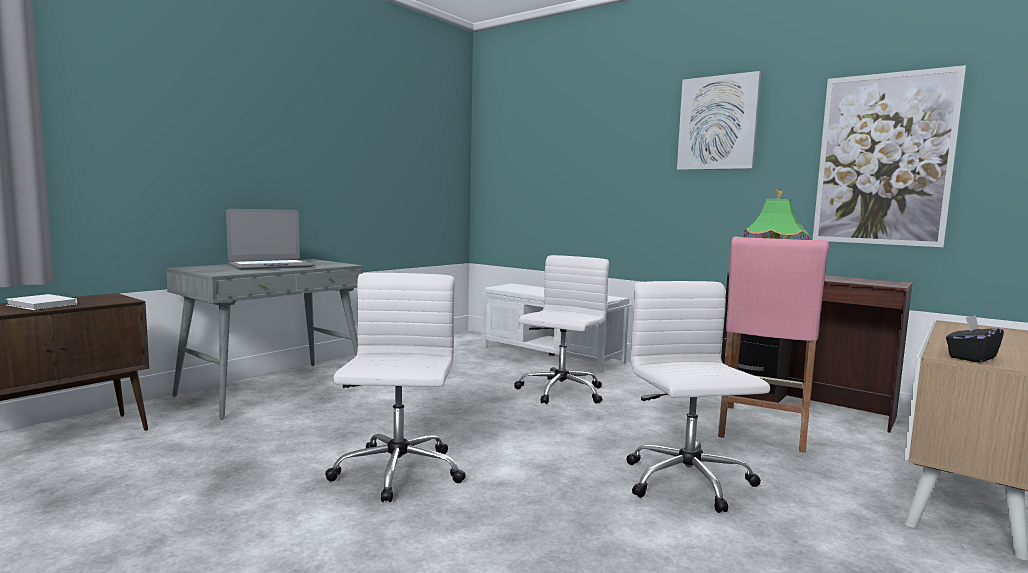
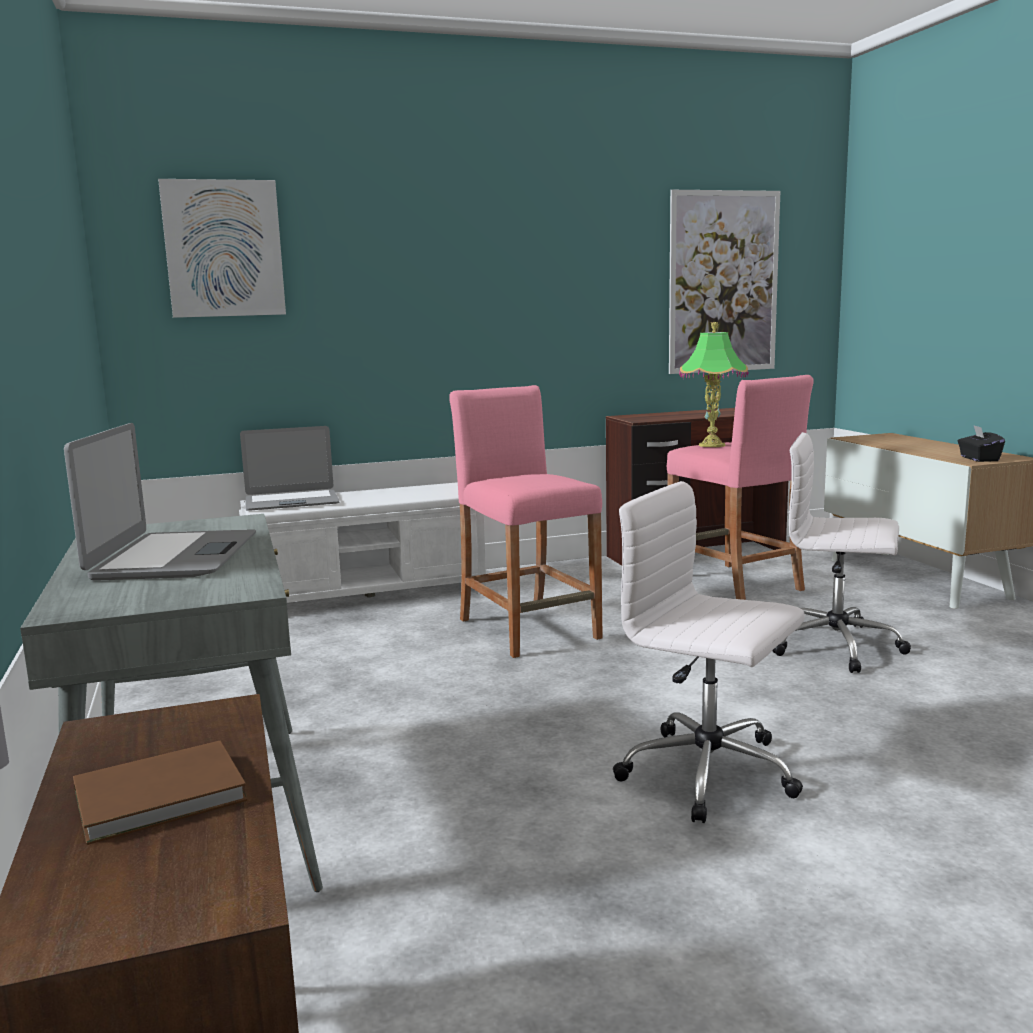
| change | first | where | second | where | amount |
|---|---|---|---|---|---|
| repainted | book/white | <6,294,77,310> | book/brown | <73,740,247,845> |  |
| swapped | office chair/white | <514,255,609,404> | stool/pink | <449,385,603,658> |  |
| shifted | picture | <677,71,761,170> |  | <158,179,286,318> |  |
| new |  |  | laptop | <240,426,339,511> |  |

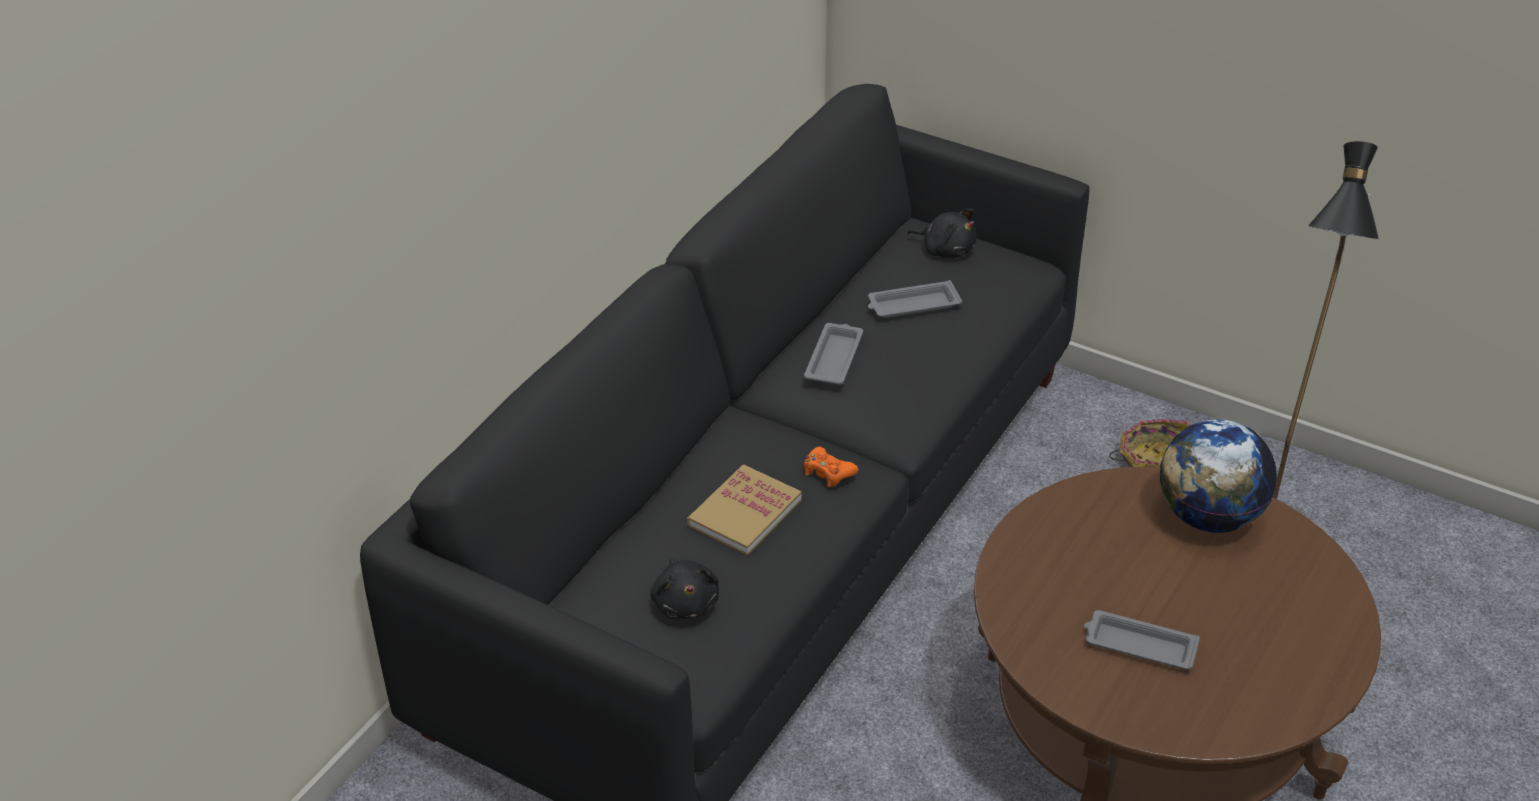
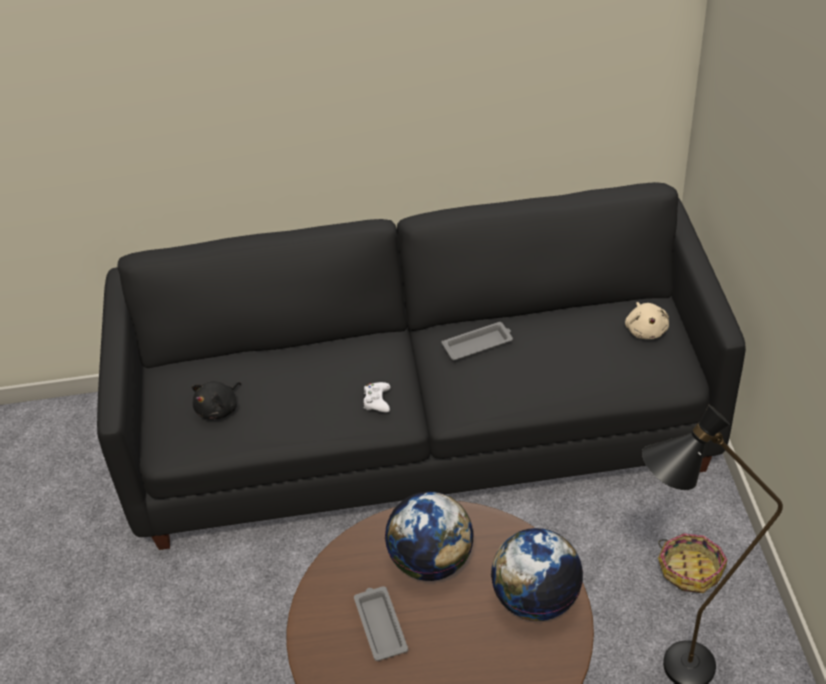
| change | first | where | second | where | amount |
|---|---|---|---|---|---|
| gone | book | <687,465,802,556> |  |  |  |
| repainted | game controller/orange | <804,447,858,487> | game controller/white | <363,382,390,412> |  |
| gone | tray/grey | <868,280,962,318> |  |  |  |
| repainted | plush toy/black | <907,209,977,258> | plush toy/beige | <625,302,669,339> |  |
| new |  |  | globe | <385,492,474,581> |  |

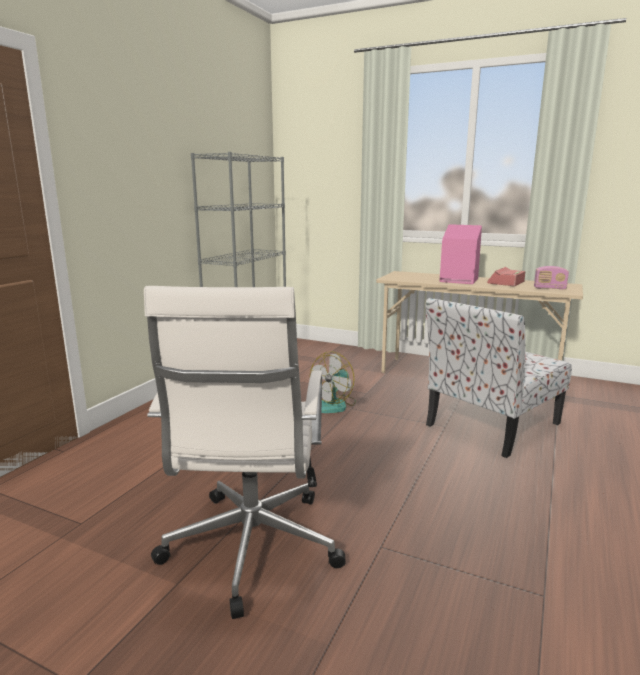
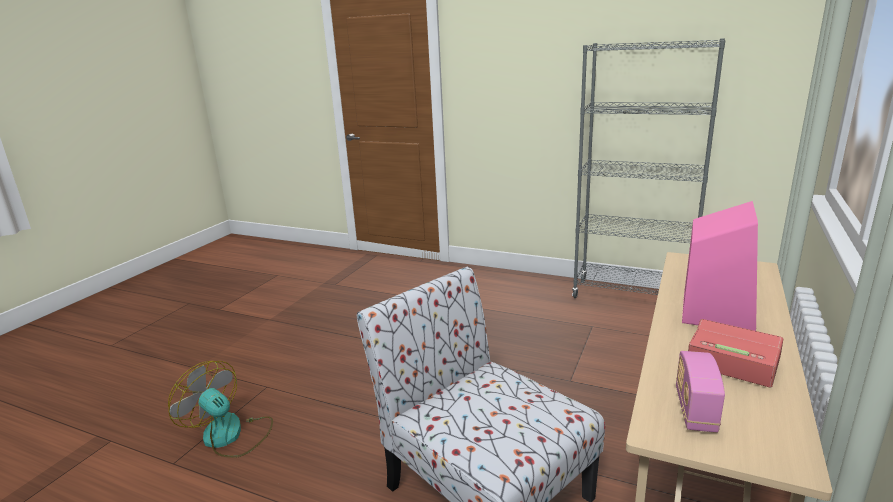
| change | first | where | second | where | amount |
|---|---|---|---|---|---|
| gone | office chair/white | <144,286,345,619> |  |  |  |
| shifted | fan | <310,352,356,413> |  | <168,361,273,458> |  |

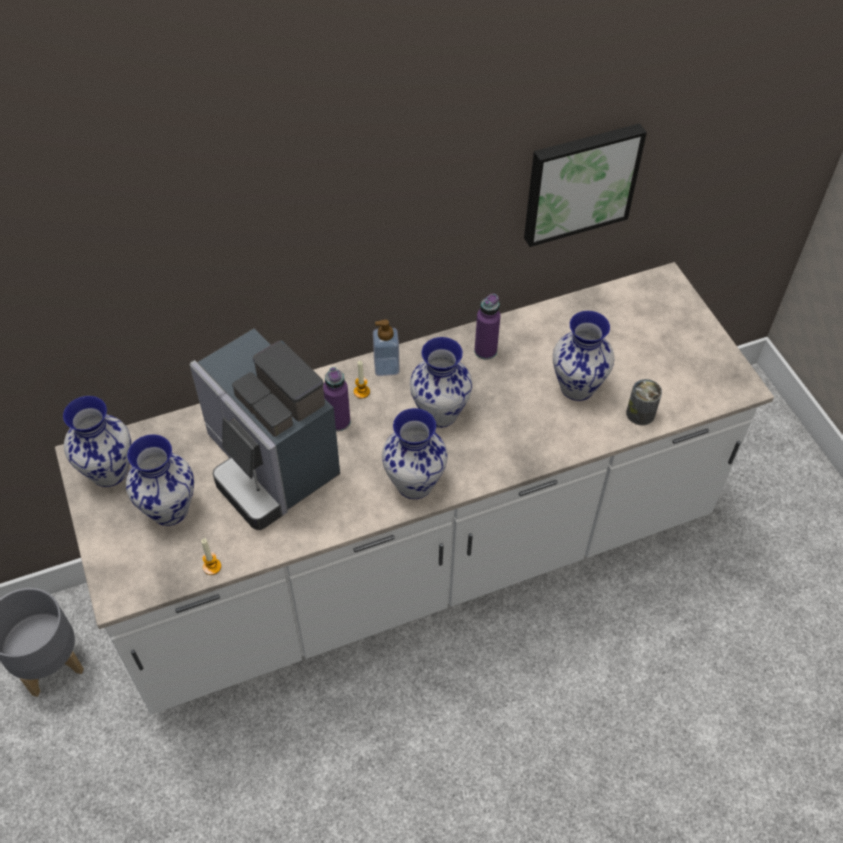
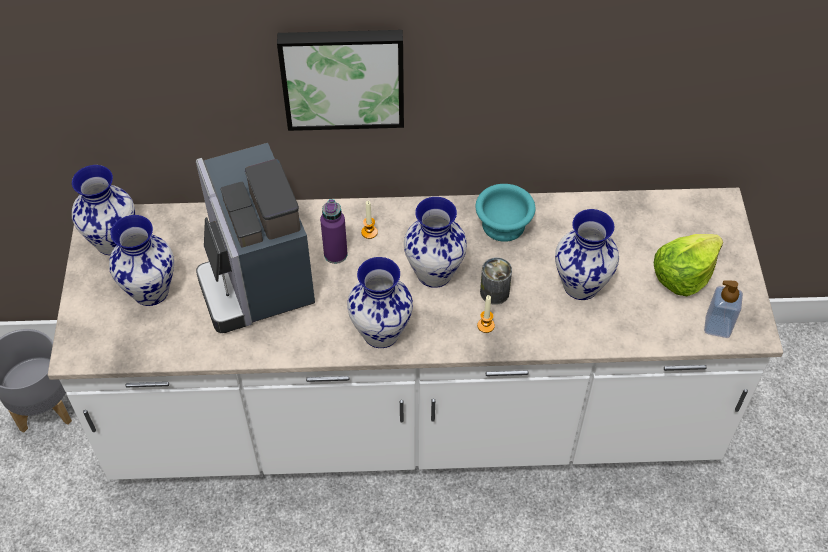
| change | first | where | second | where | amount |
|---|---|---|---|---|---|
| shifted | candle | <201,538,221,575> |  | <477,295,495,333> |  |
| shifted | soap dispenser | <373,319,399,376> |  | <704,280,743,338> |  |
| swapped | bottle/purple | <474,293,501,360> | bowl/turquoise | <476,184,535,242> |  |
| shifted | picture | <524,123,647,247> |  | <277,30,404,131> |  |
| shifted | can | <626,379,662,426> |  | <480,257,512,305> |  |
| new |  |  | lettuce | <654,234,723,296> |  |

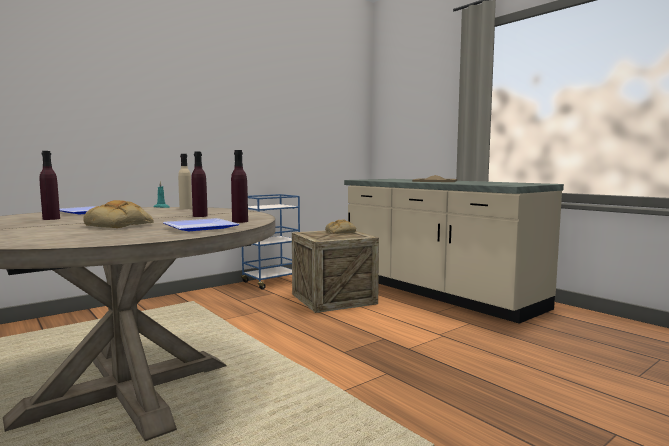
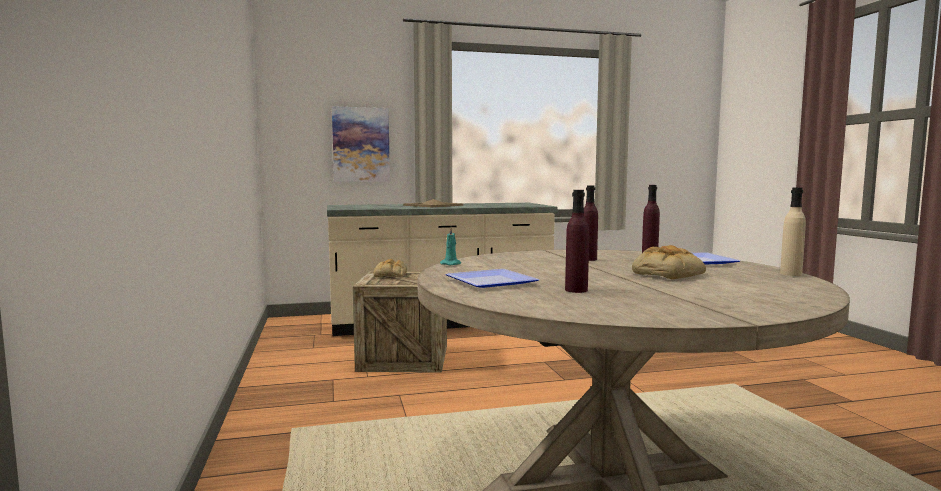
| change | first | where | second | where | amount |
|---|---|---|---|---|---|
| shifted | bottle/beige | <178,154,192,209> |  | <780,187,806,276> |  |
| gone | cart/blue | <241,194,300,290> |  |  |  |
| new |  |  | picture | <332,106,390,182> |  |

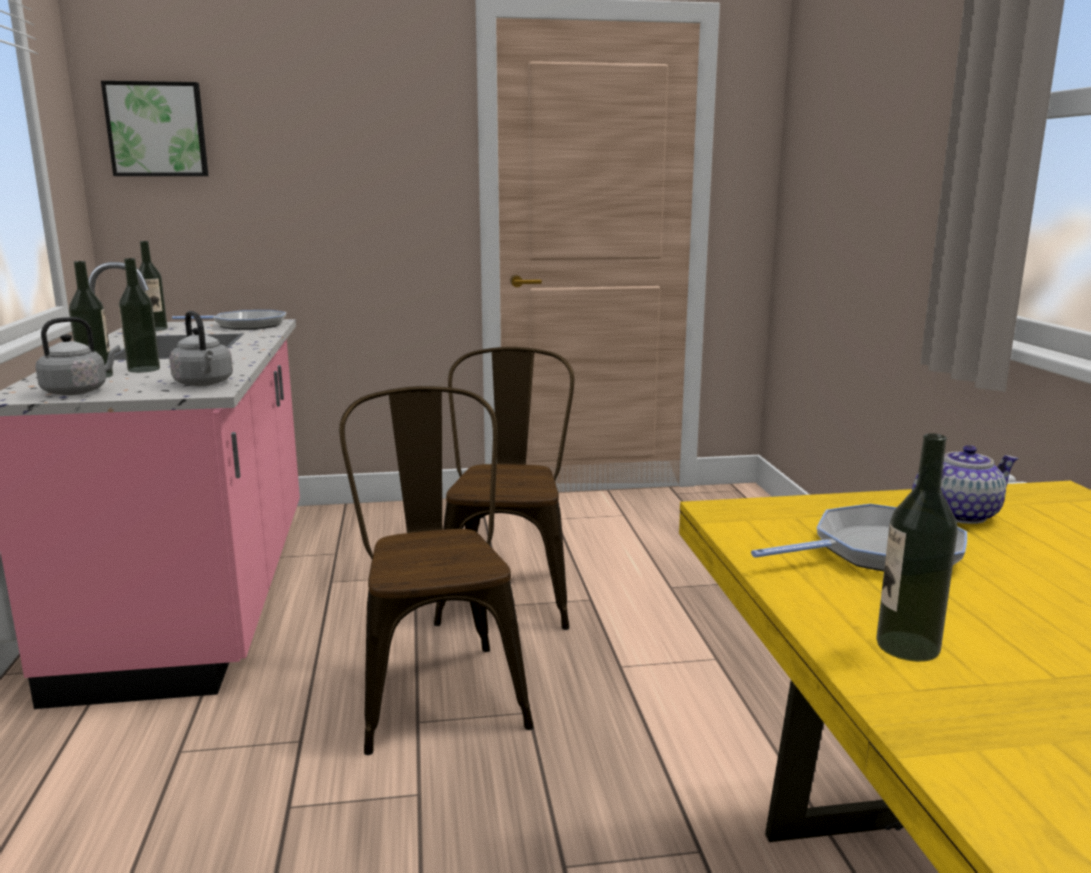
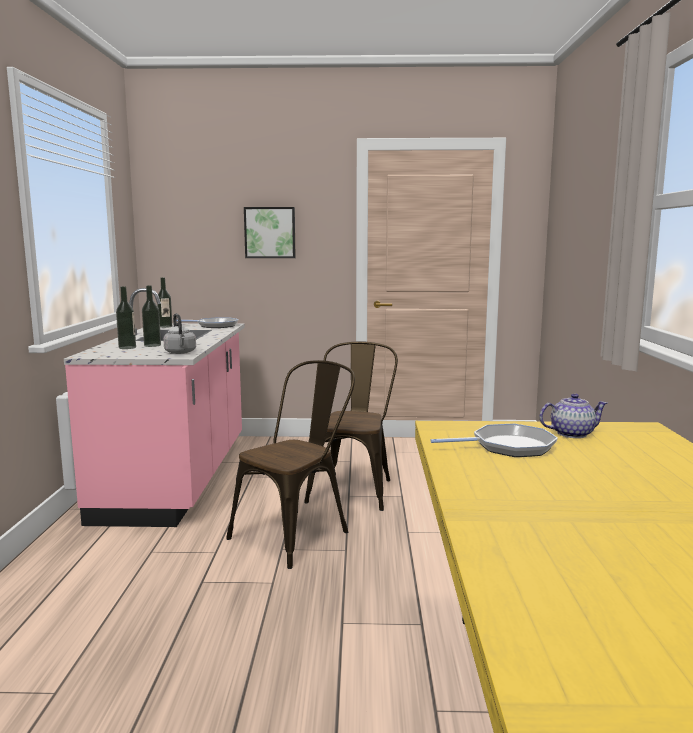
| change | first | where | second | where | amount |
|---|---|---|---|---|---|
| gone | kettle/grey | <35,317,121,395> |  |  |  |
| shifted | picture | <101,81,208,176> |  | <244,207,296,258> |  |
| rotated | chair/brown | <339,386,534,755> |  | <227,360,355,569> | 45 degrees clockwise |
| gone | bottle | <876,433,958,662> |  |  |  |

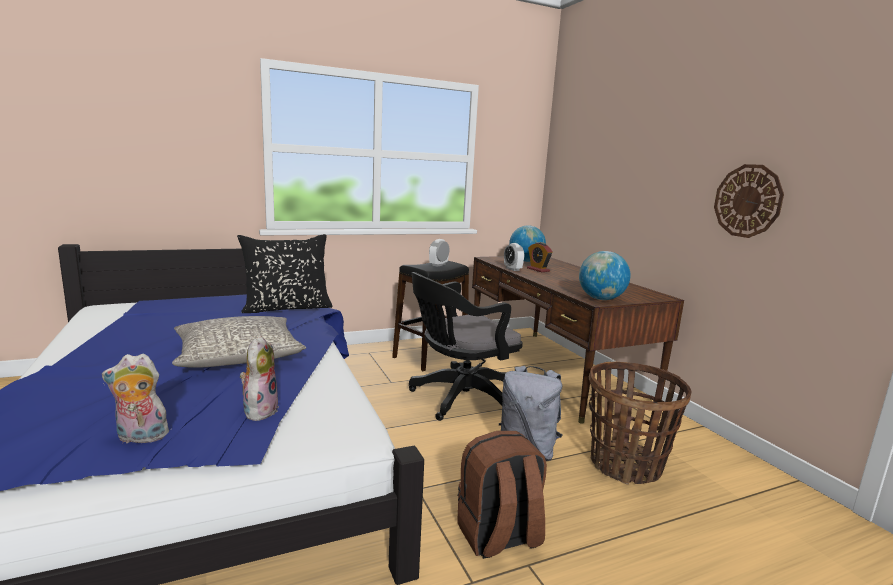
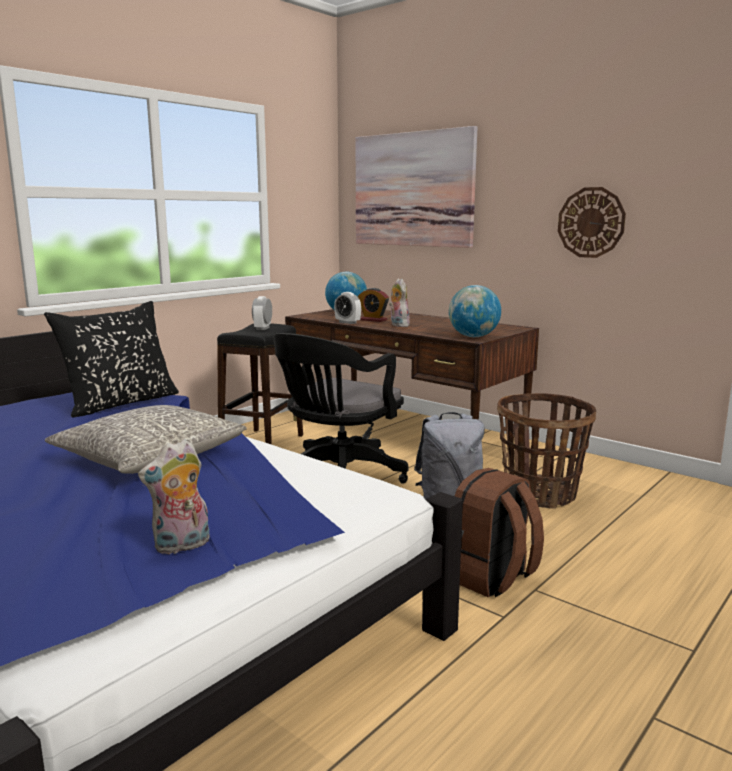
| change | first | where | second | where | amount |
|---|---|---|---|---|---|
| shifted | plush toy | <240,335,279,421> |  | <389,278,410,327> |  |
| new |  |  | picture | <356,126,477,248> |  |

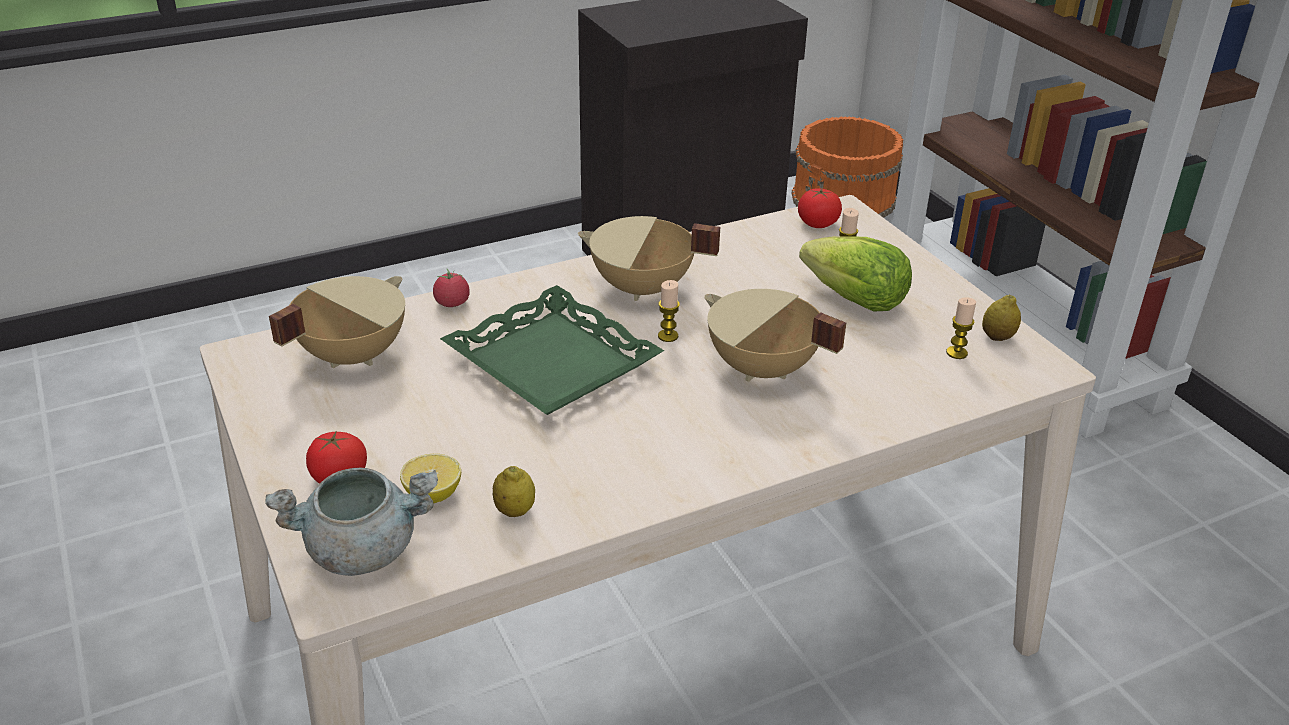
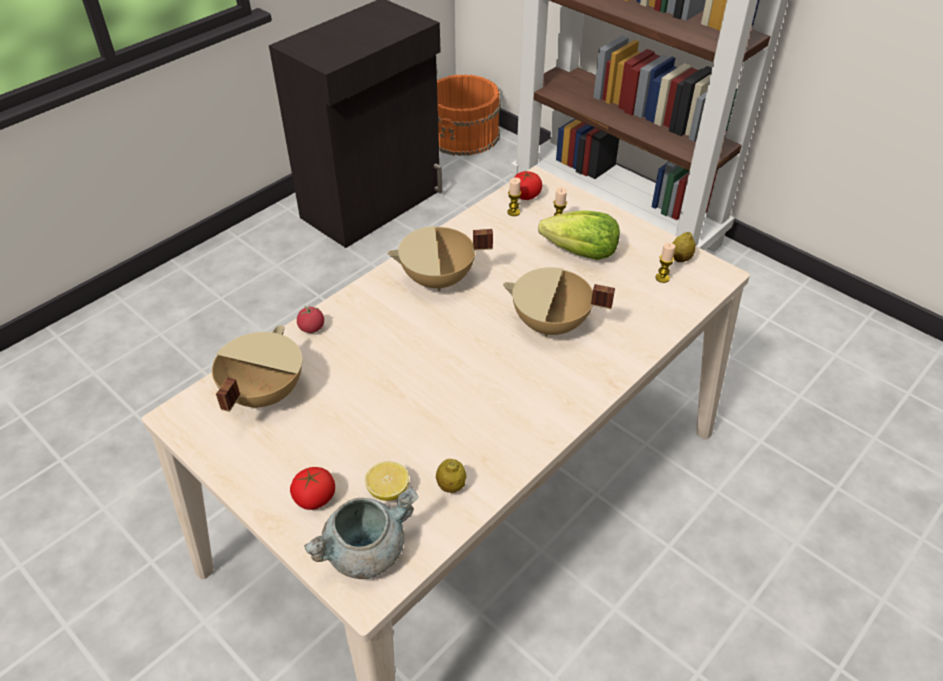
| change | first | where | second | where | amount |
|---|---|---|---|---|---|
| gone | tray/green | <440,285,664,415> |  |  |  |
| shifted | candle | <658,280,680,342> |  | <507,178,521,216> |  |

